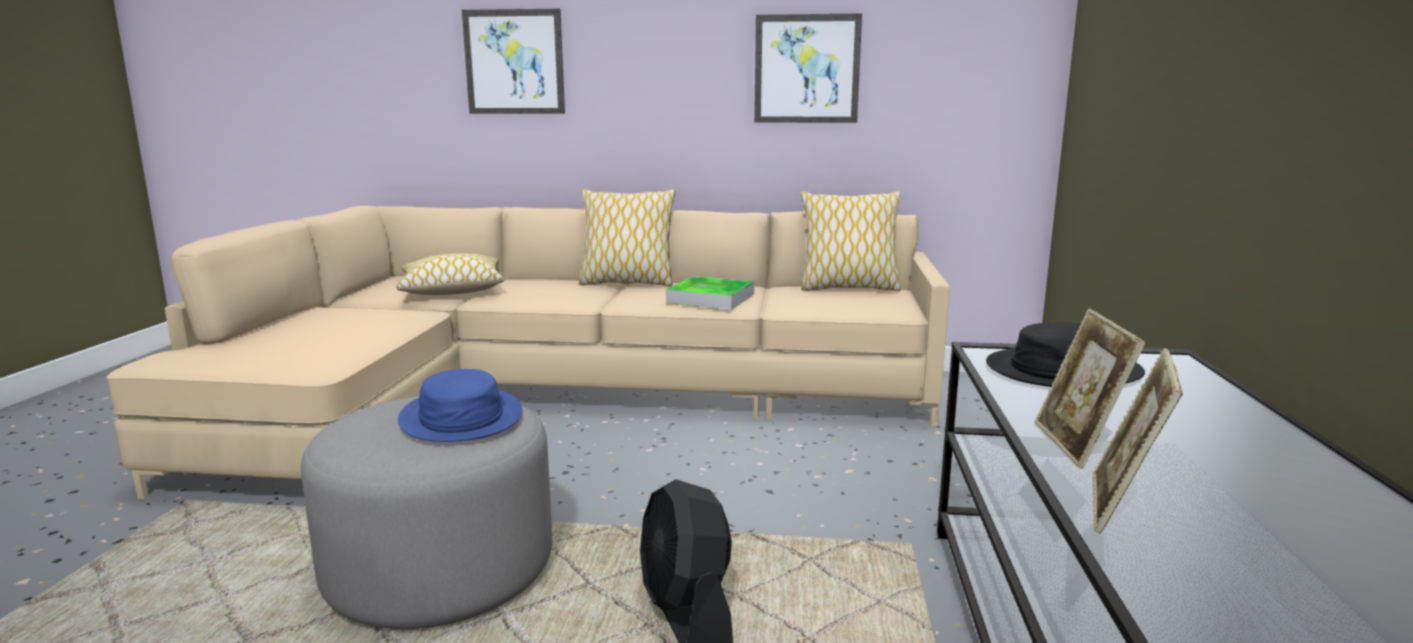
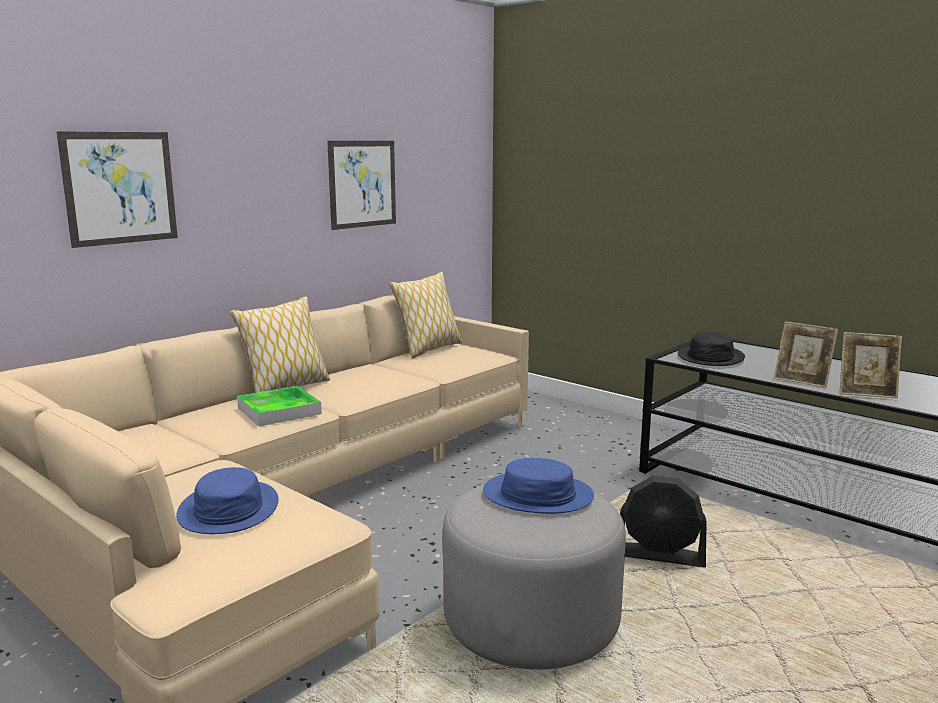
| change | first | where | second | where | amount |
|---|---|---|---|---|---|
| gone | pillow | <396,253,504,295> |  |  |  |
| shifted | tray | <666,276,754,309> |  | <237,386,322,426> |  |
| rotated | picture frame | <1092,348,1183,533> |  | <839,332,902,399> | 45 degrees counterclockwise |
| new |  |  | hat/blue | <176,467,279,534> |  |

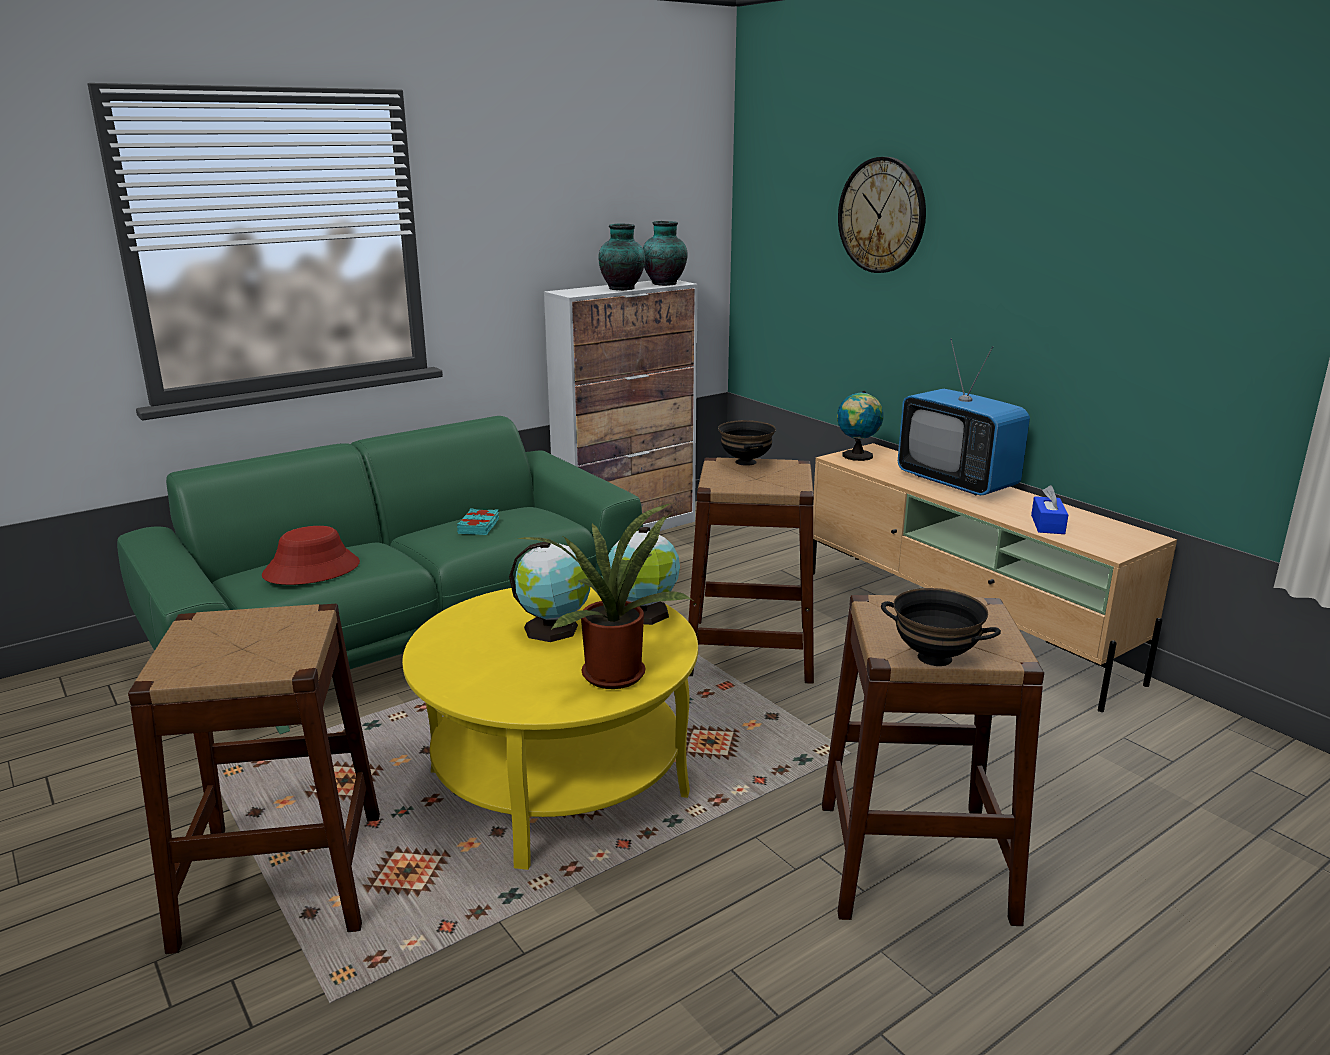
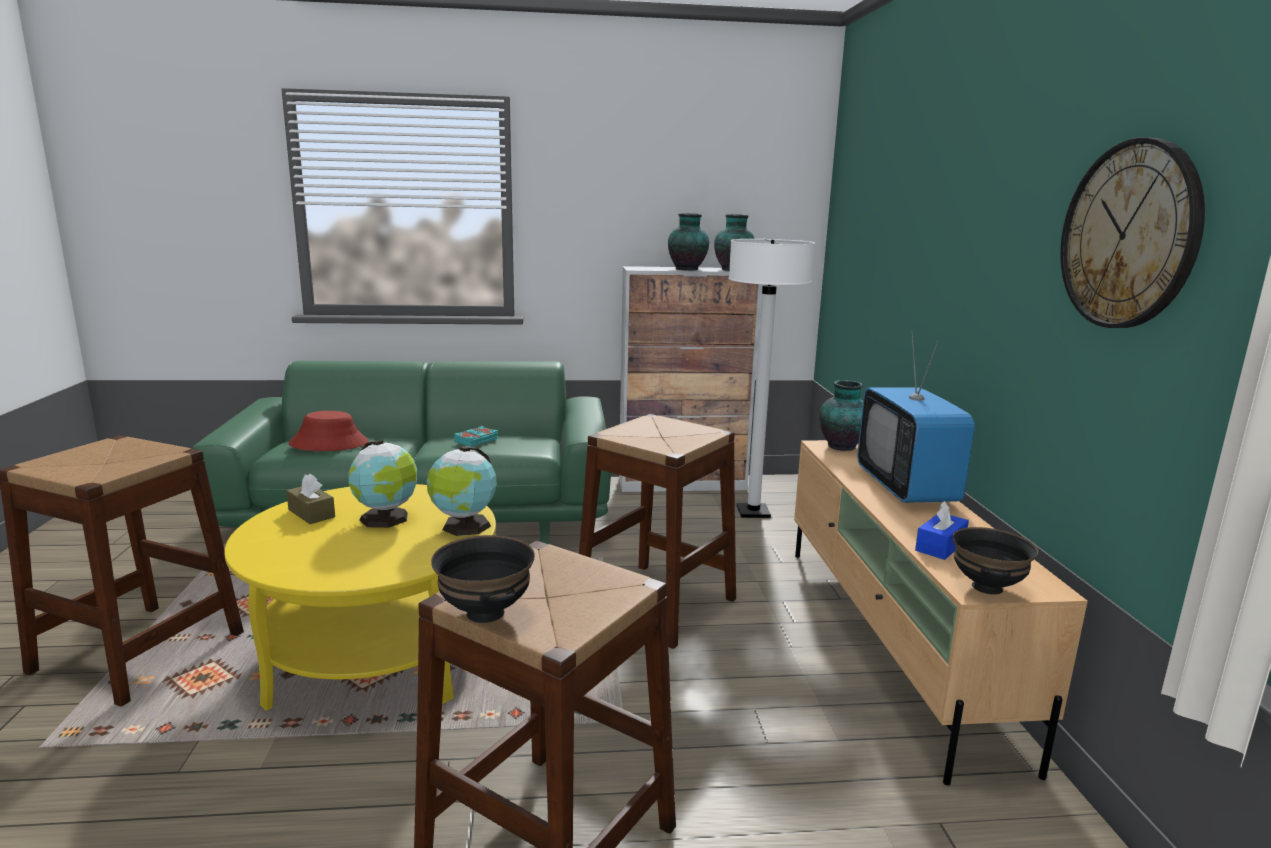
| change | first | where | second | where | amount |
|---|---|---|---|---|---|
| gone | potted plant | <516,503,692,689> |  |  |  |
| shifted | bowl/black | <718,420,776,466> |  | <953,527,1038,595> |  |
| swapped | globe | <837,391,883,461> | vase | <819,380,863,451> |  |
| shifted | wall clock | <838,157,926,273> |  | <1060,137,1205,328> |  |
| new |  |  | tissue box/brown | <286,473,335,524> |  |
| new |  |  | floor lamp/white | <728,239,815,518> |  |

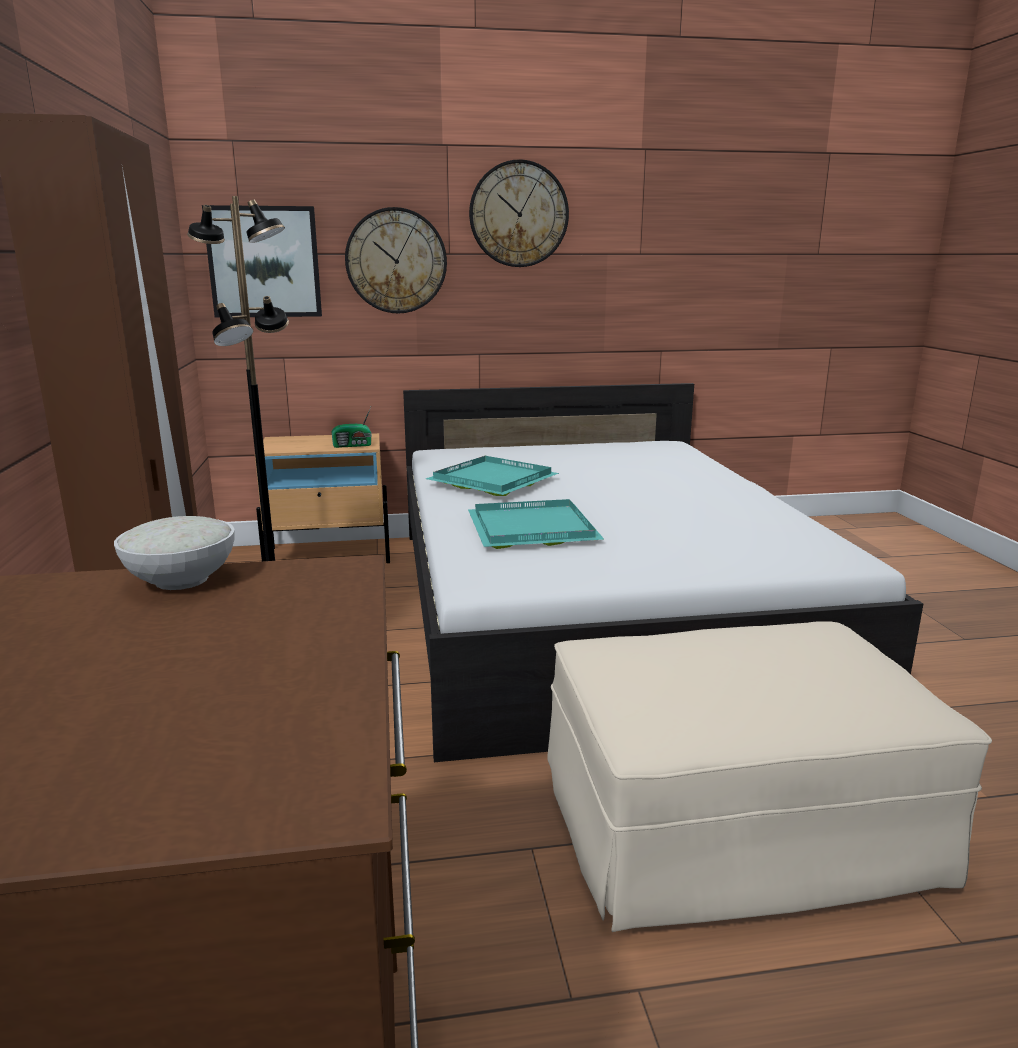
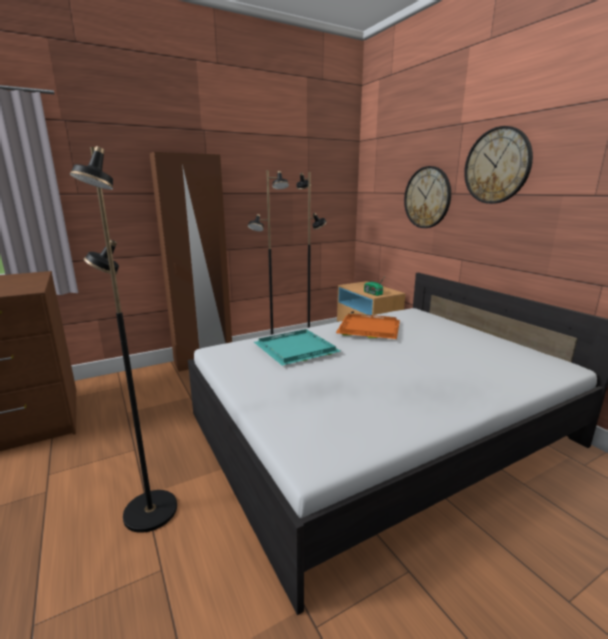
| change | first | where | second | where | amount |
|---|---|---|---|---|---|
| gone | bowl/white | <114,516,235,590> |  |  |  |
| gone | picture | <202,205,322,318> |  |  |  |
| repainted | tray/turquoise | <426,456,559,496> | tray/orange | <336,313,400,339> |  |
| swapped | ottoman/beige | <548,621,992,932> | floor lamp/black | <69,146,177,533> |  |

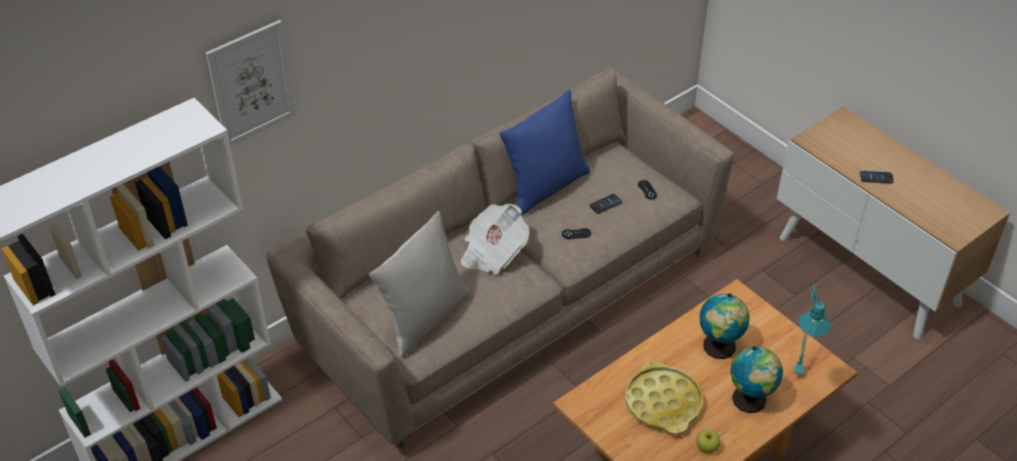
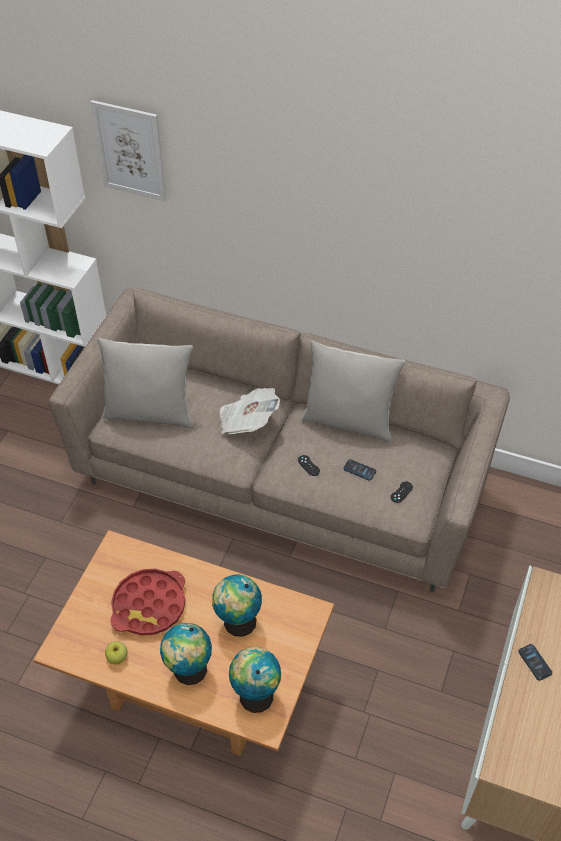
| change | first | where | second | where | amount |
|---|---|---|---|---|---|
| repainted | pillow/blue | <500,90,590,216> | pillow/grey | <301,340,406,442> |  |
| repainted | tray/yellow | <625,361,703,434> | tray/red | <110,569,186,635> |  |
| swapped | table lamp/turquoise | <794,284,830,374> | globe | <229,647,281,713> |  |

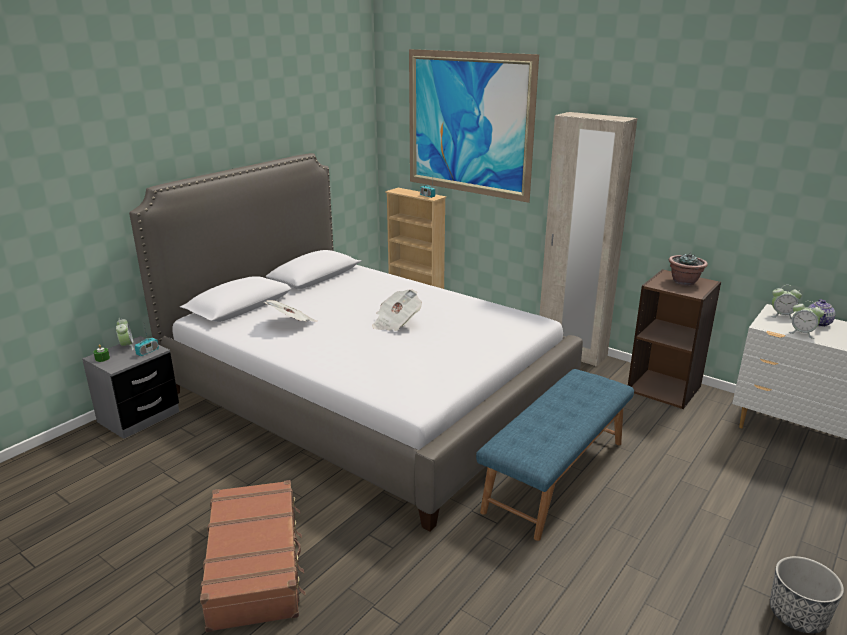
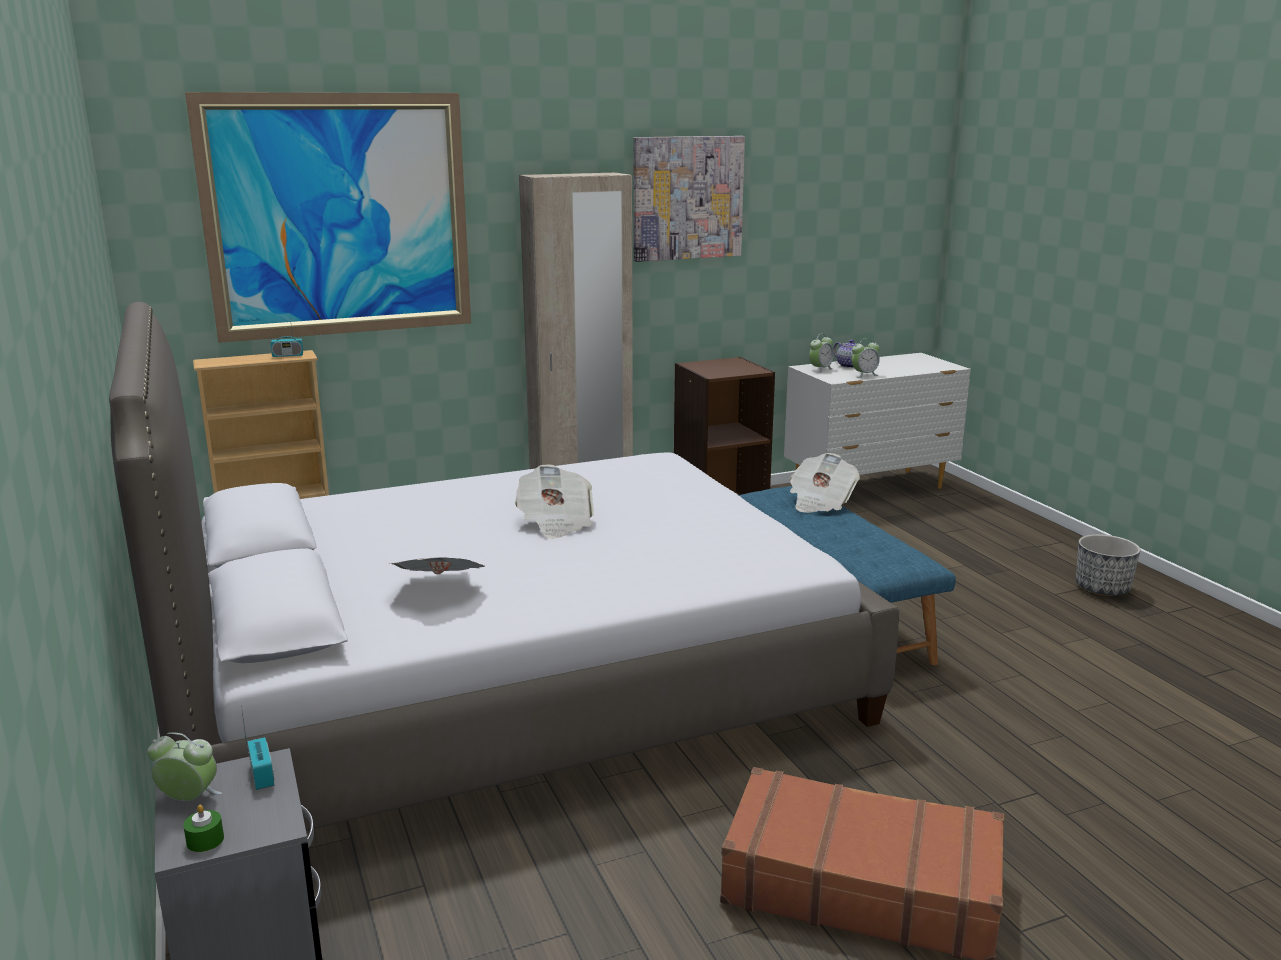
| change | first | where | second | where | amount |
|---|---|---|---|---|---|
| gone | potted plant | <669,253,708,286> |  |  |  |
| new |  |  | picture | <633,136,745,262> |  |
| new |  |  | newspaper | <789,453,860,513> |  |

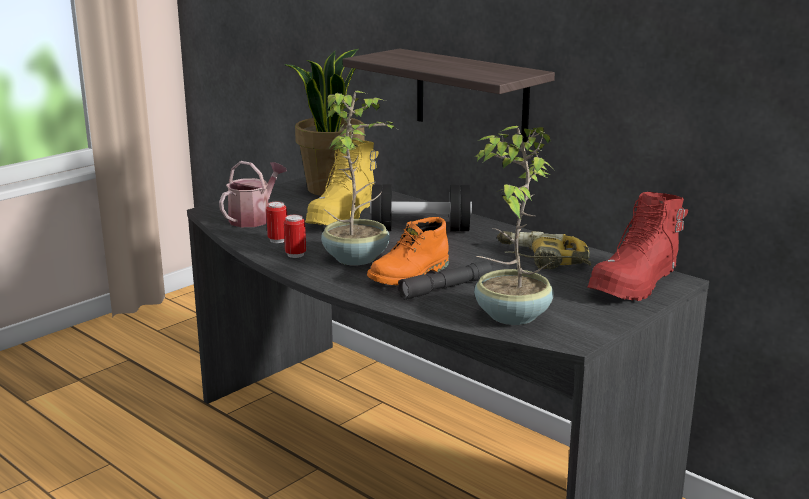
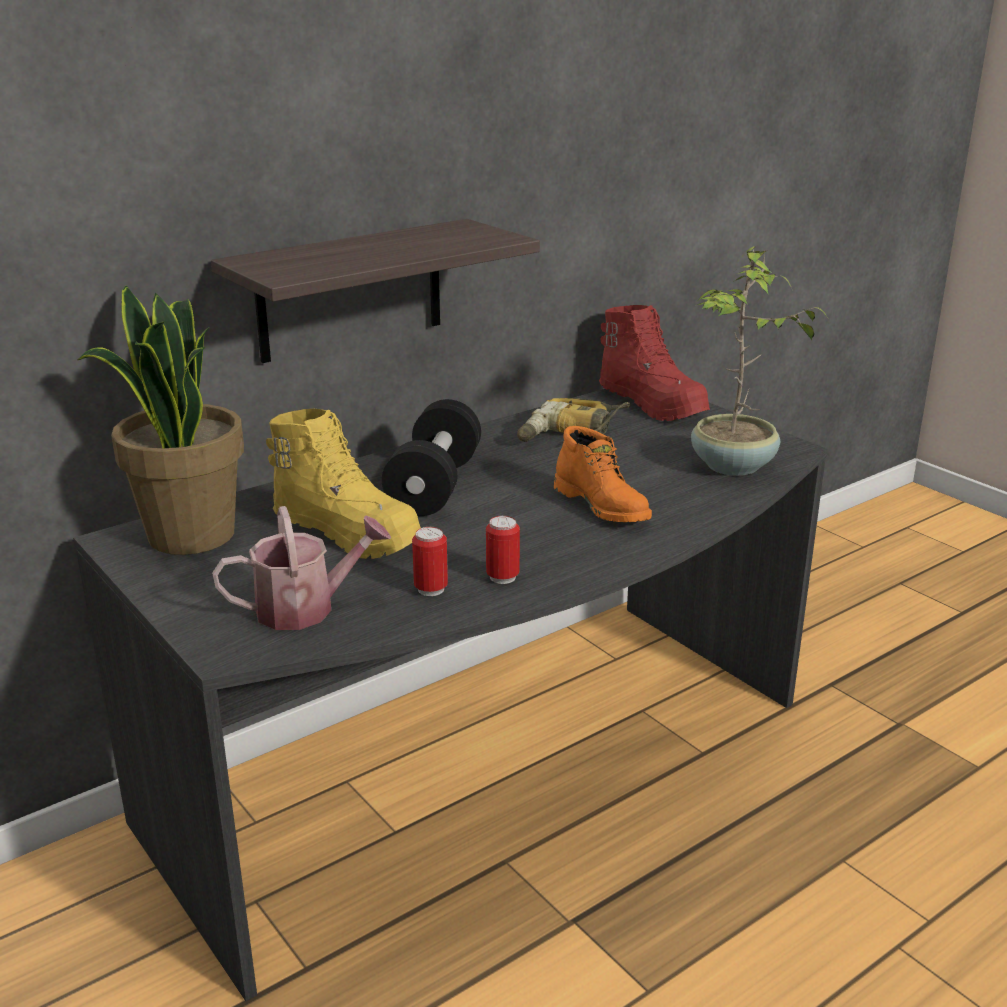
| change | first | where | second | where | amount |
|---|---|---|---|---|---|
| rotated | watering can | <219,161,287,227> |  | <212,506,391,630> | 120 degrees clockwise |
| gone | potted plant | <321,91,396,266> |  |  |  |
| gone | flashlight/grey | <397,261,492,300> |  |  |  |

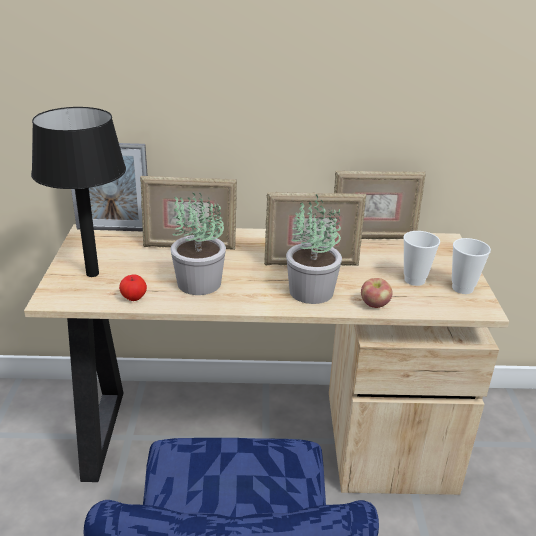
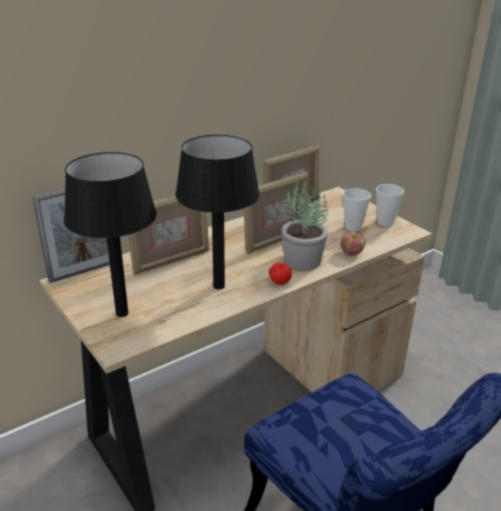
| change | first | where | second | where | amount |
|---|---|---|---|---|---|
| shifted | apple | <119,275,147,301> |  | <269,263,292,285> |  |
| swapped | potted plant | <170,192,226,295> | table lamp/black | <175,135,260,289> |  |

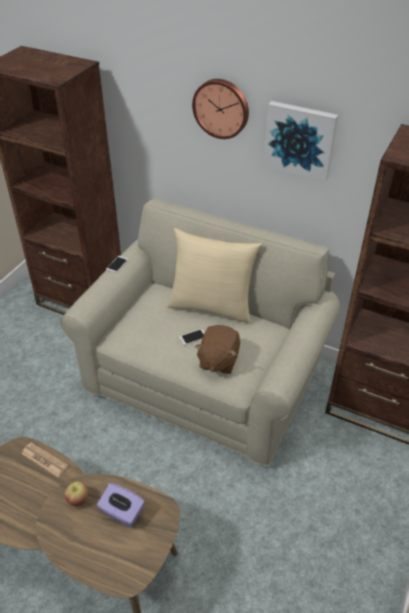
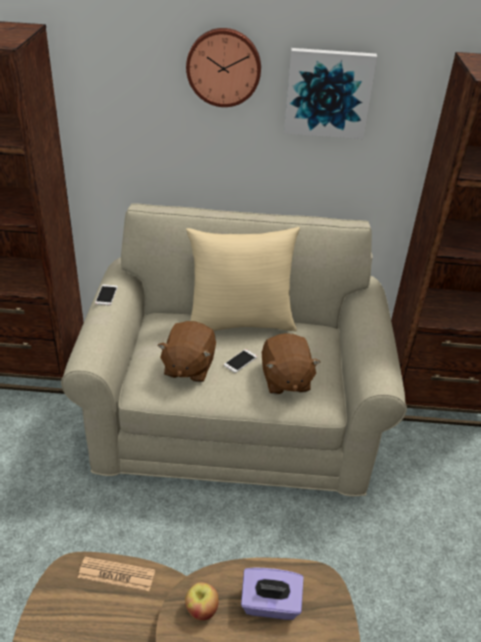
| change | first | where | second | where | amount |
|---|---|---|---|---|---|
| new |  |  | plush toy/brown | <157,321,216,382> |  |

